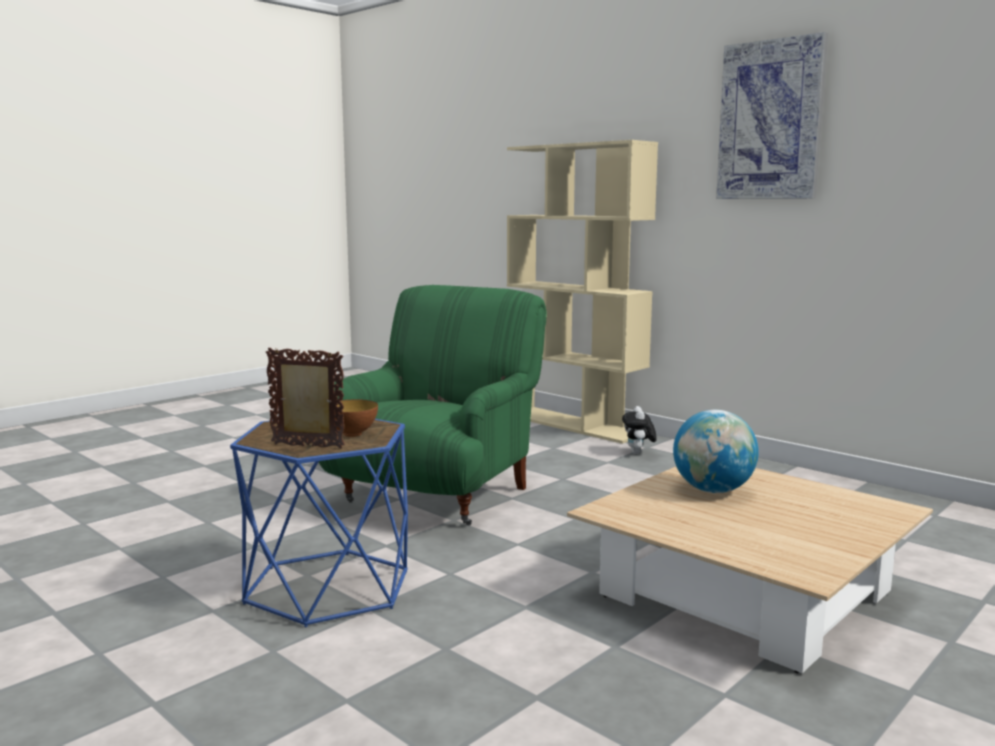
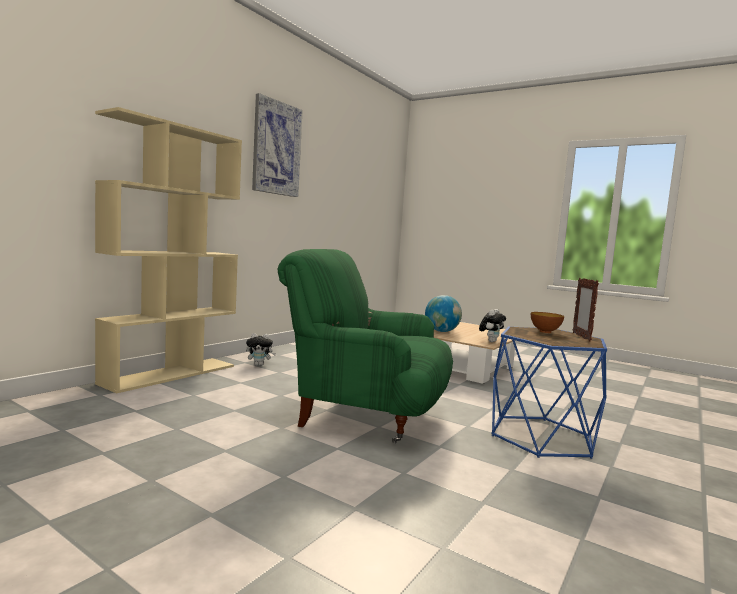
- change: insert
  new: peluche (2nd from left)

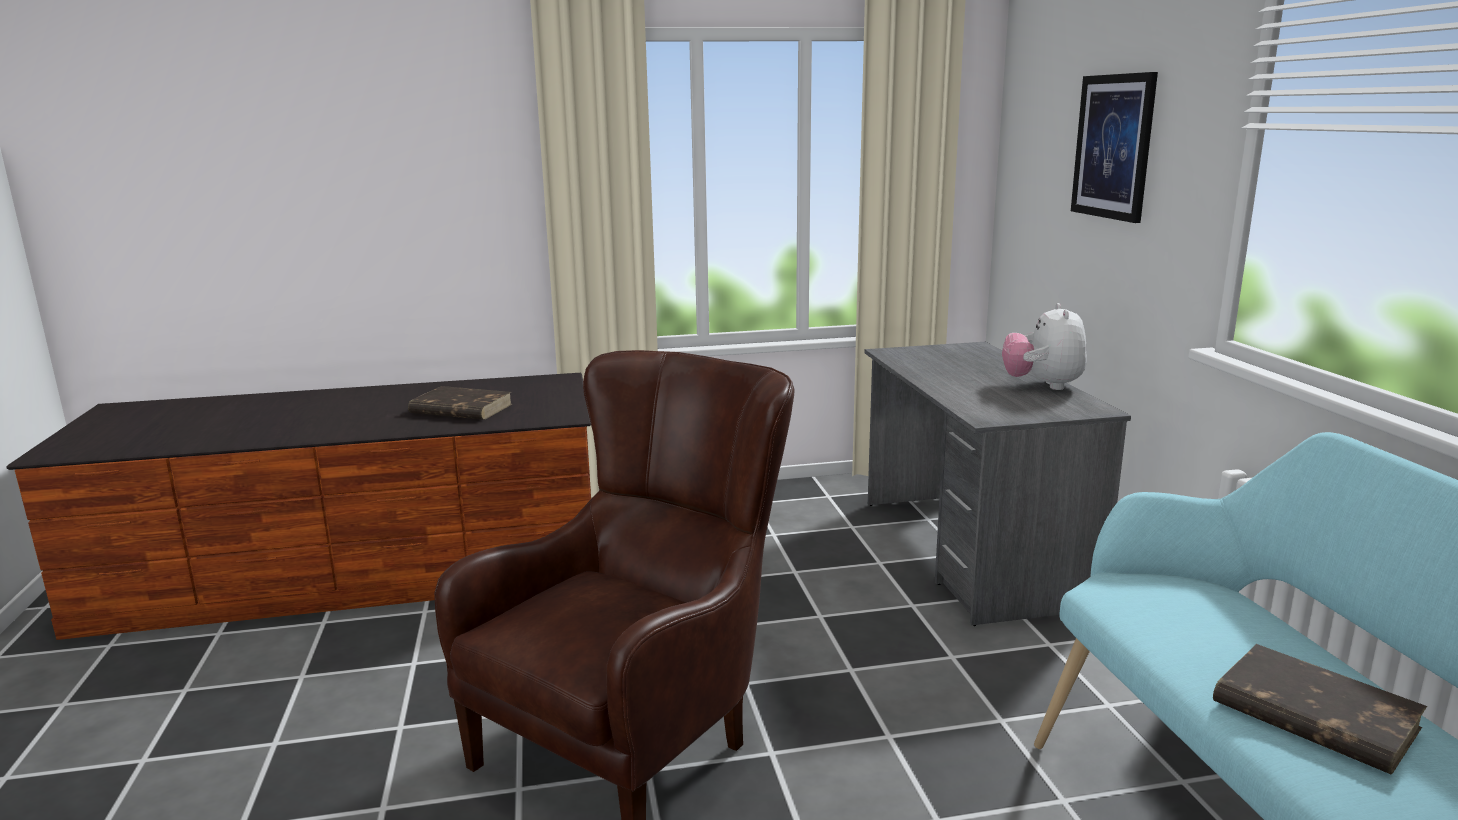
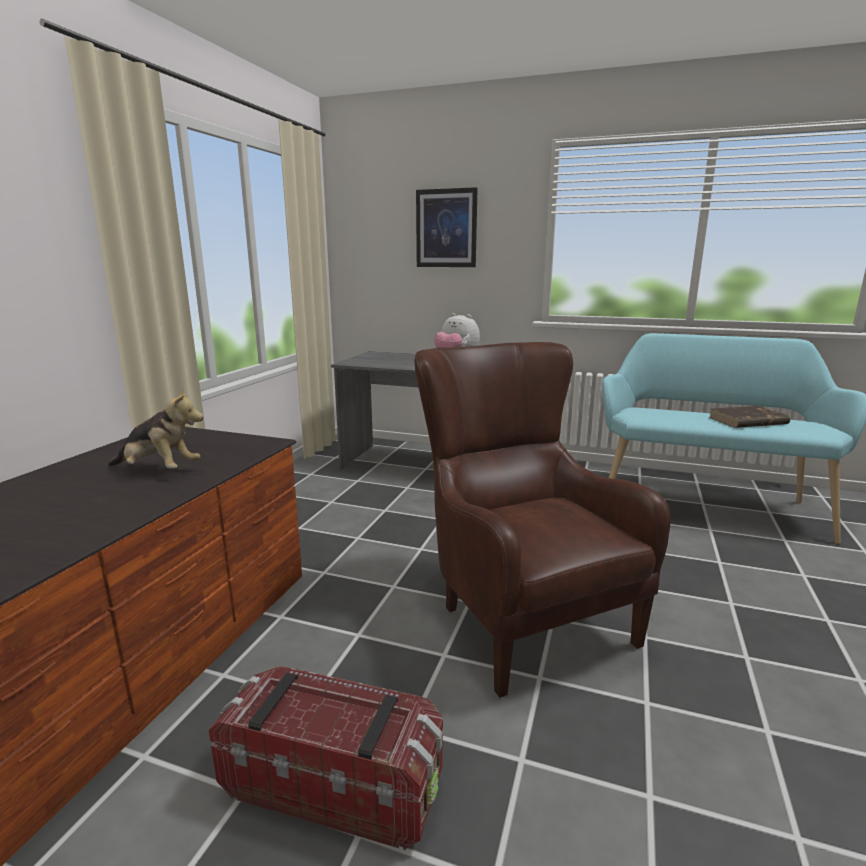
- change: replace
  old: livre/marron (1st from left)
  new: peluche (1st from left)
- change: insert
  new: boîte de rangement

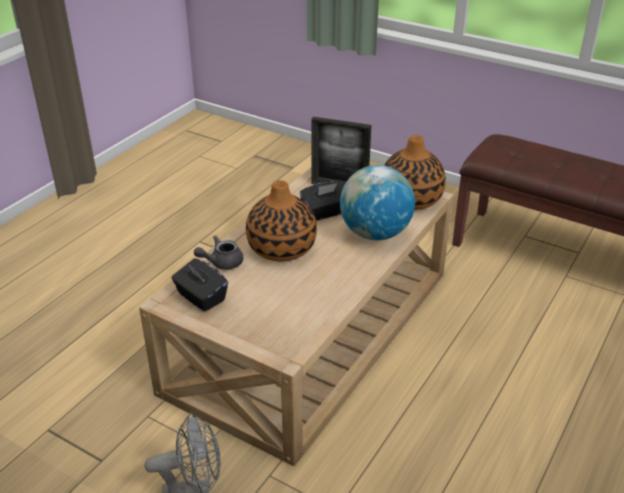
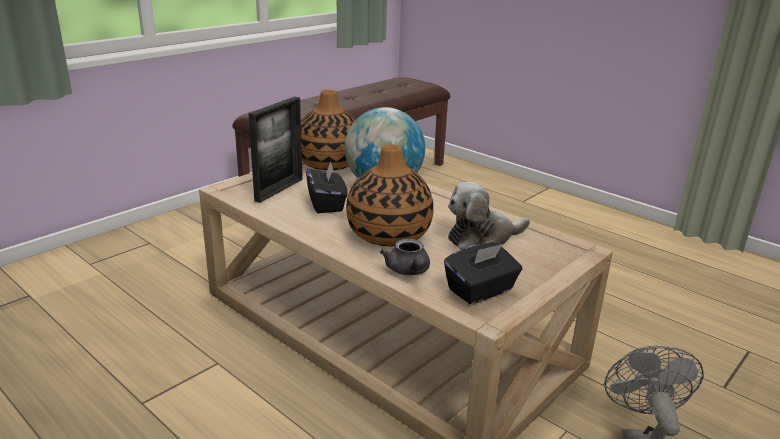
- change: insert
  new: peluche

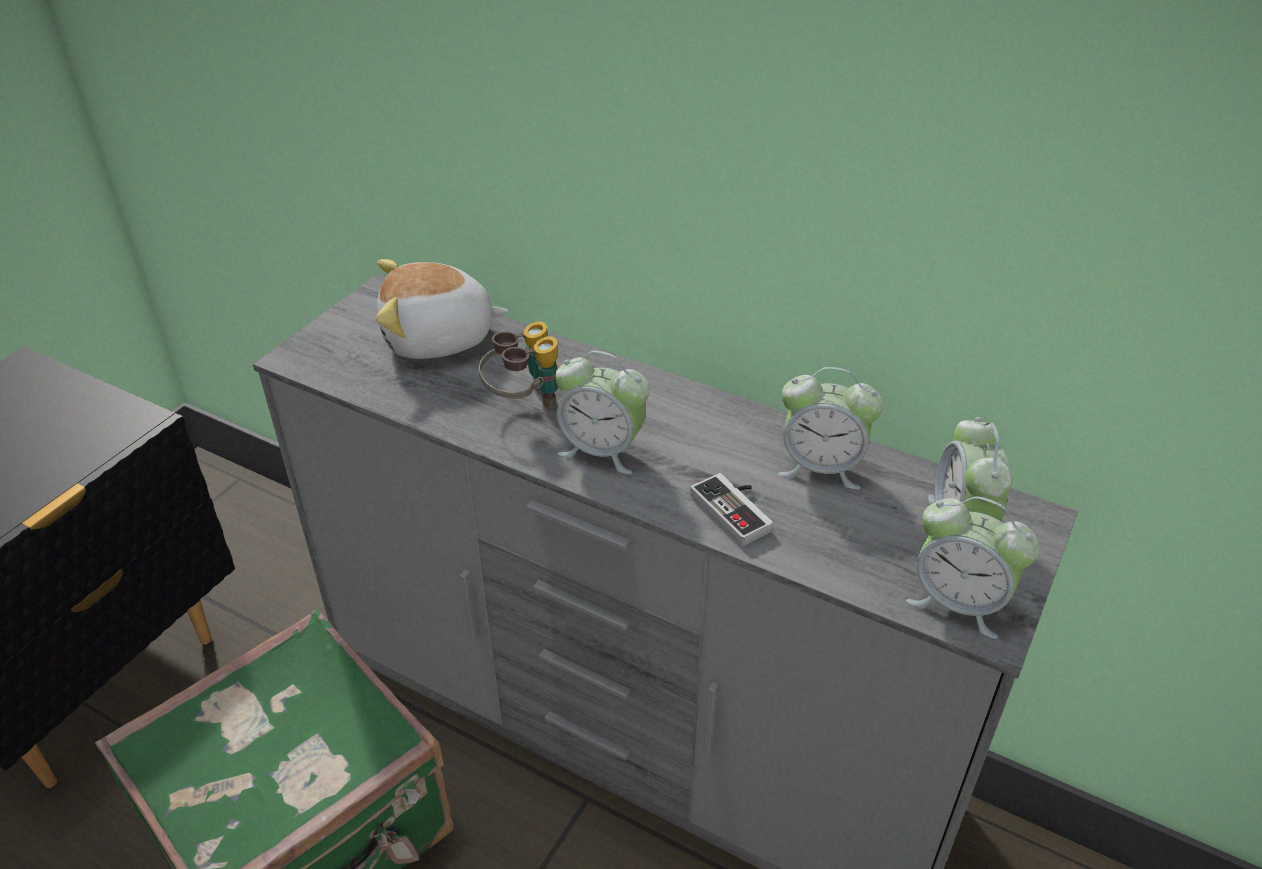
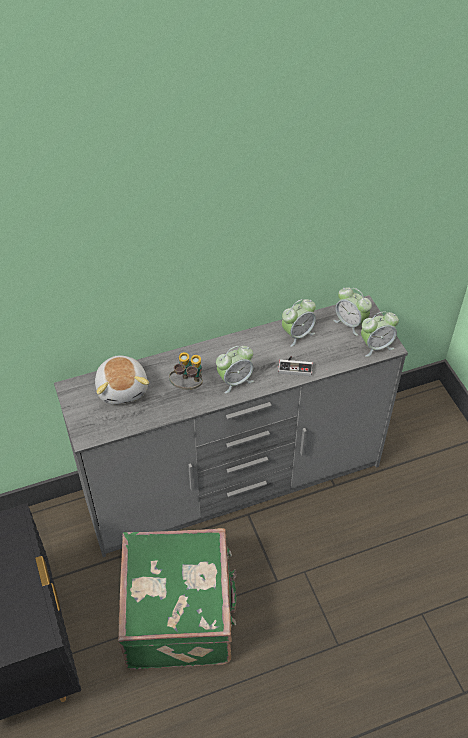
- change: rotate
  old: peluche
  degrees: -45

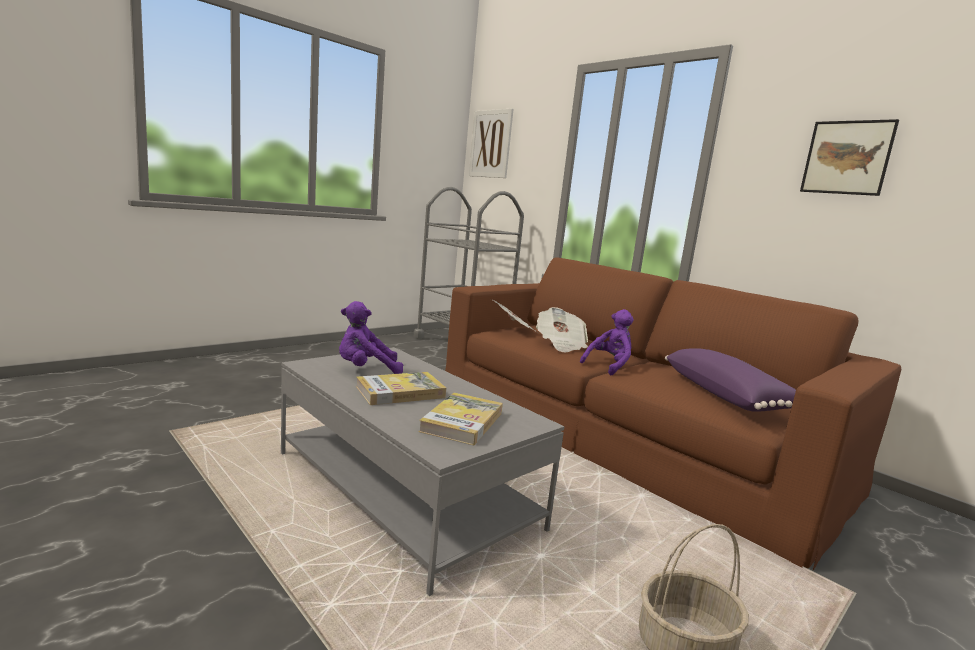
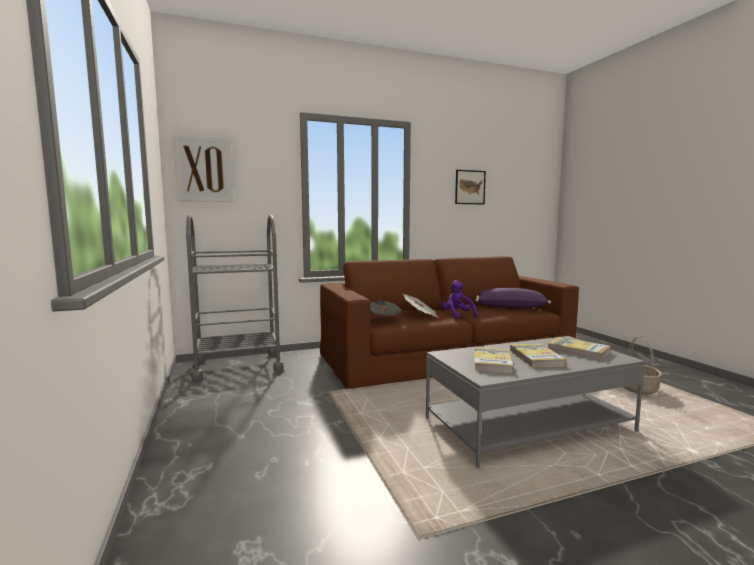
- change: replace
  old: peluche/violet (1st from left)
  new: livre (1st from left)

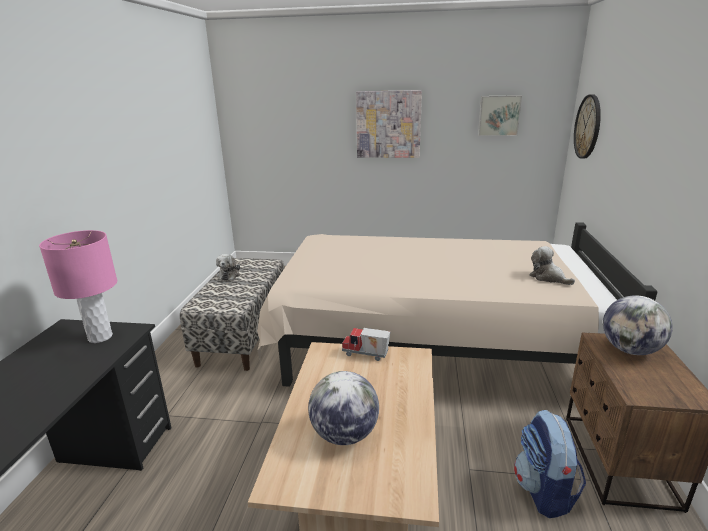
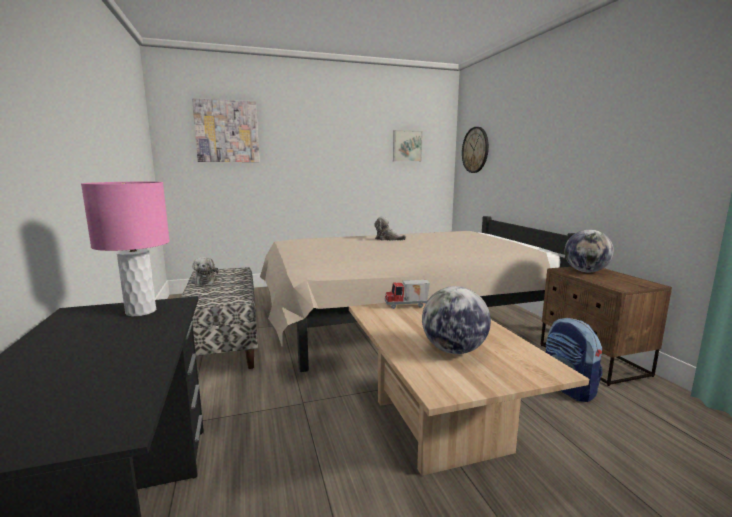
- change: move
  old: tableau (1st from left)
- change: move
  old: peluche (2nd from left)

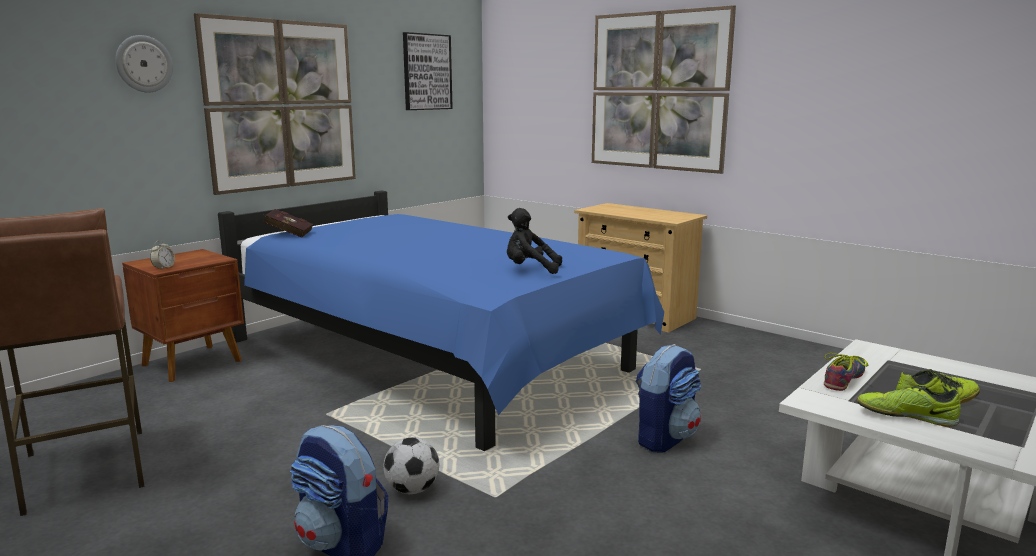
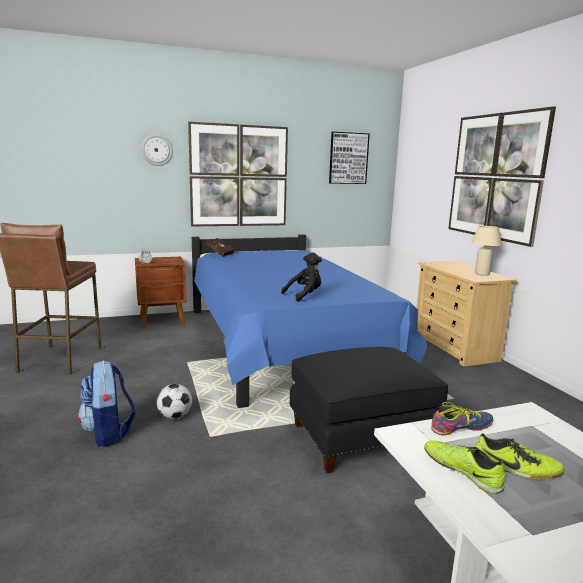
- change: rotate
  old: peluche/noir
  degrees: 105
- change: replace
  old: sac à dos (2nd from left)
  new: pouf/noir
- change: insert
  new: lampe de table/beige

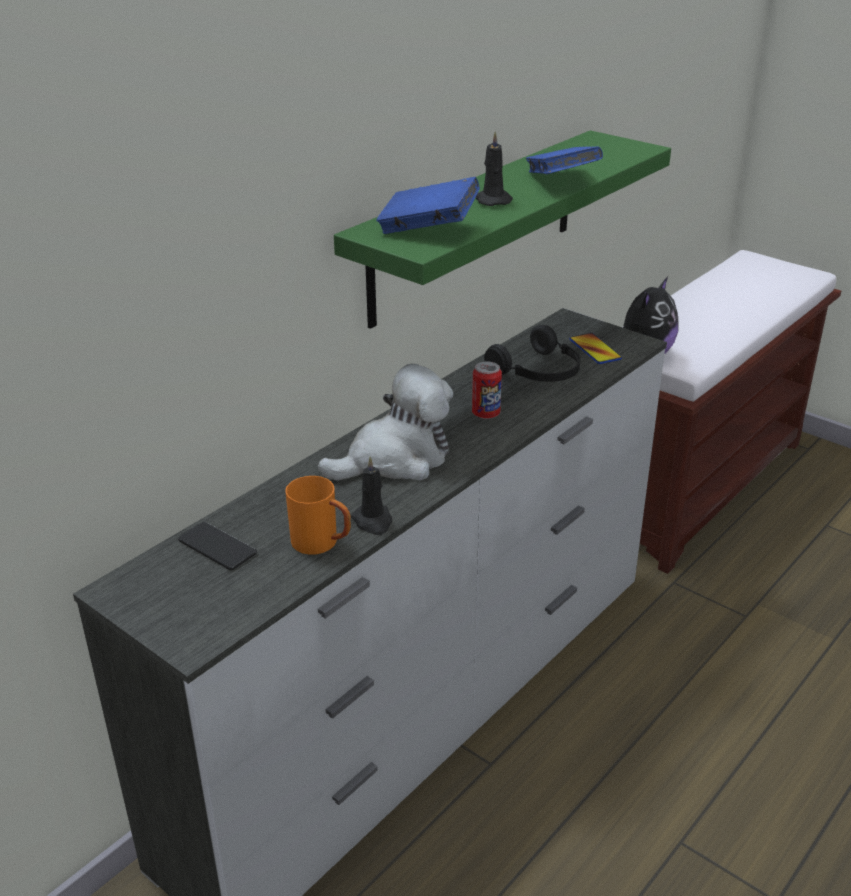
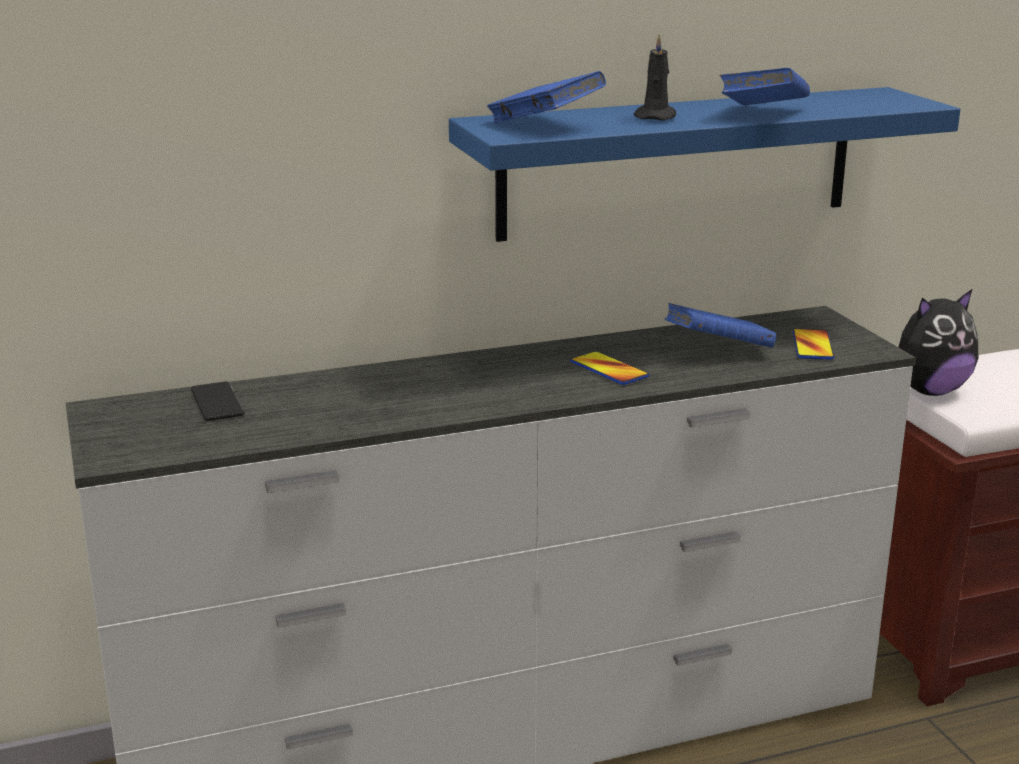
- change: delete
  old: mug/orange
- change: delete
  old: peluche (1st from left)
- change: recolor
  old: étagère/vert
  new: étagère/bleu
- change: delete
  old: bougie/noir (1st from left)
- change: replace
  old: boîte métallique
  new: téléphone (2nd from left)
- change: replace
  old: casque audio/noir
  new: livre/bleu (2nd from left)

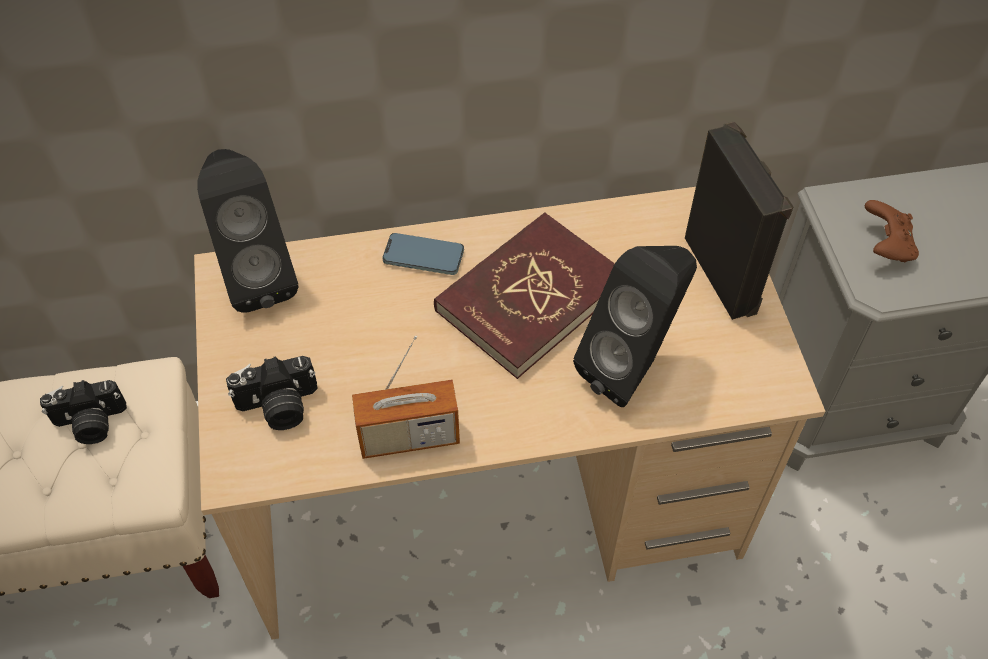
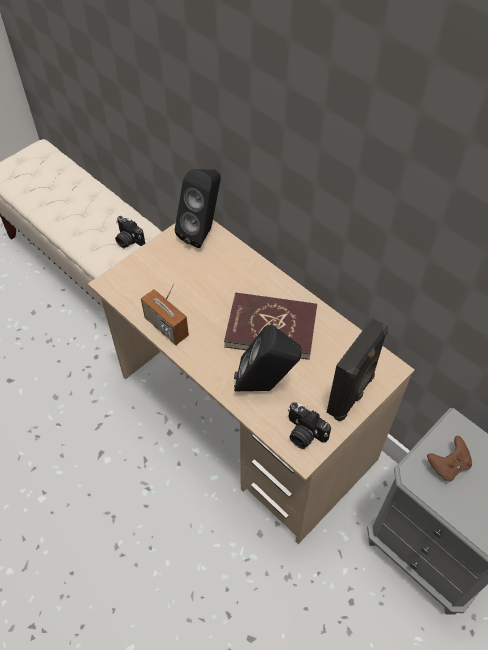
- change: move
  old: appareil photo (2nd from left)
- change: delete
  old: téléphone

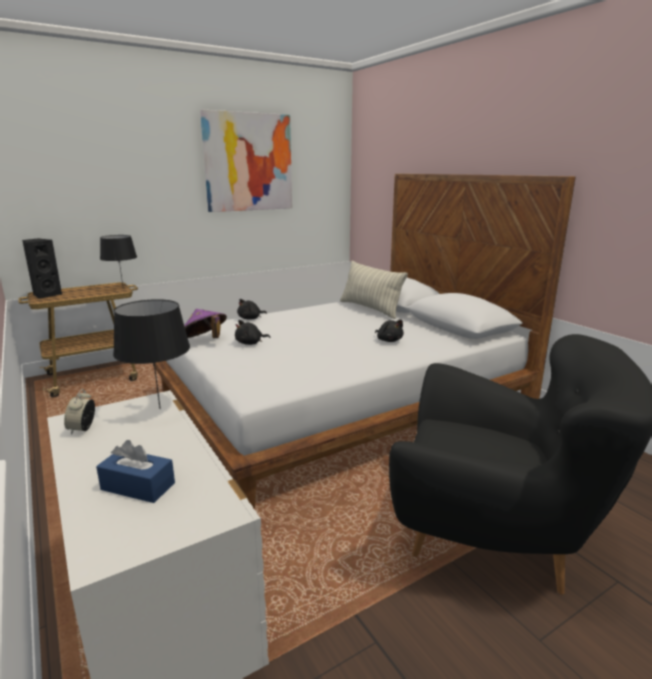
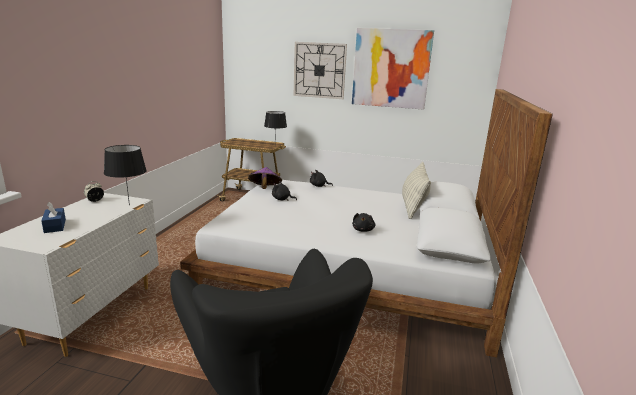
- change: delete
  old: enceinte/noir
- change: insert
  new: horloge murale

